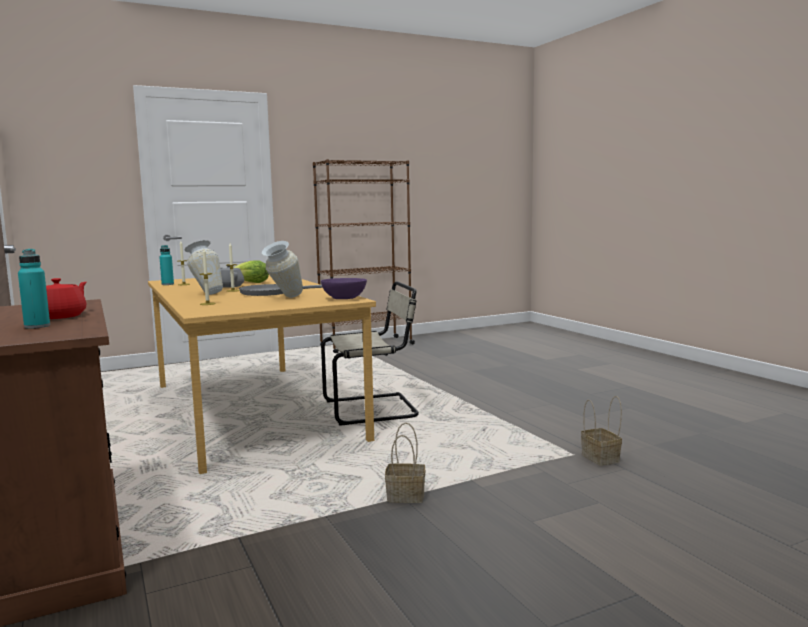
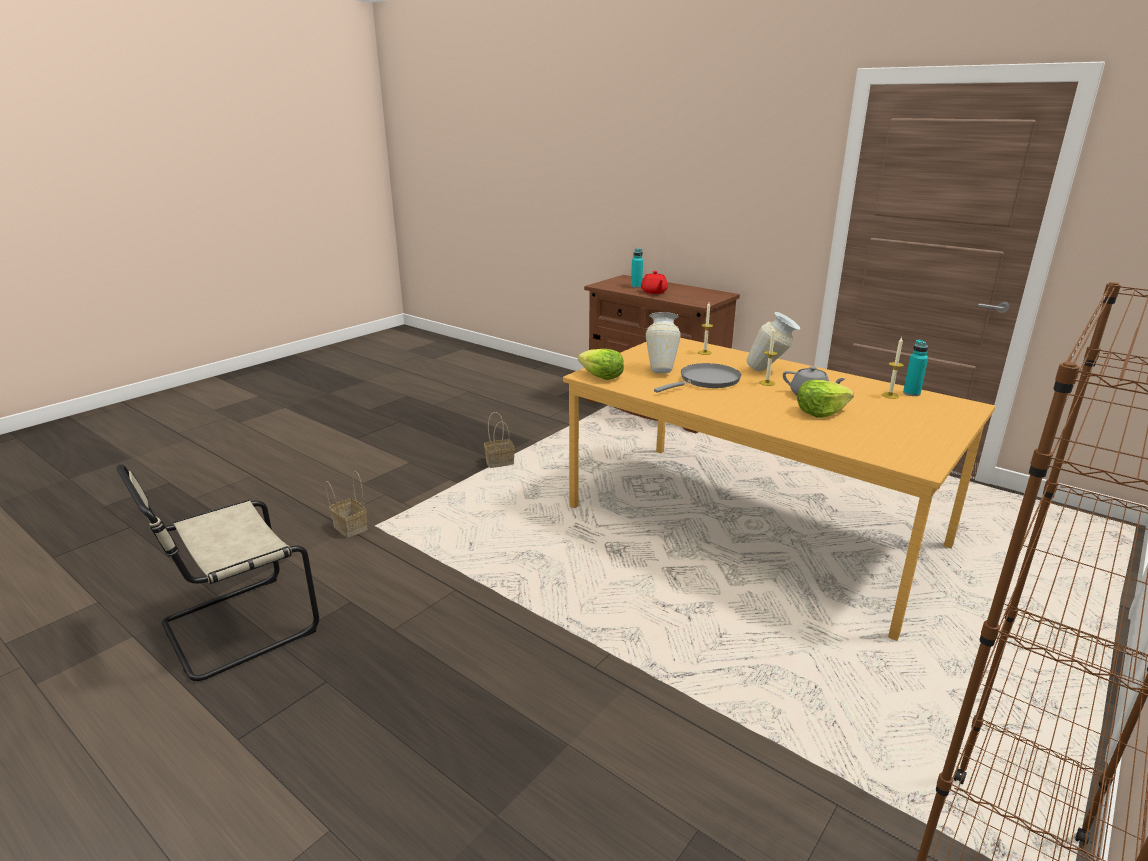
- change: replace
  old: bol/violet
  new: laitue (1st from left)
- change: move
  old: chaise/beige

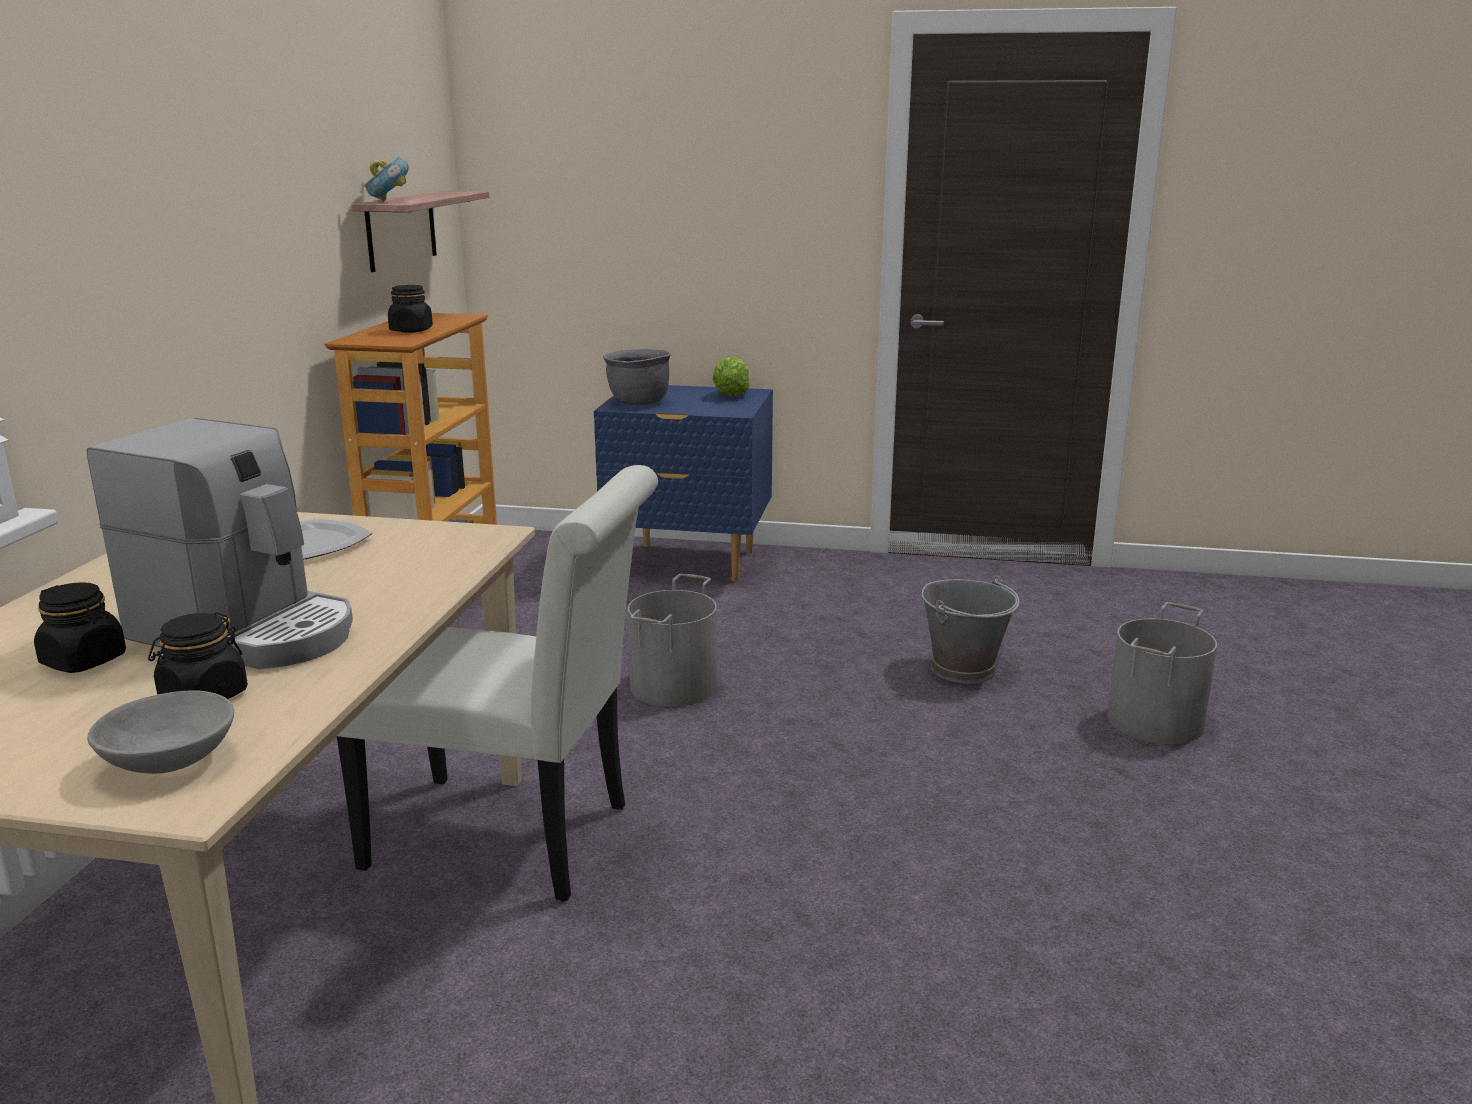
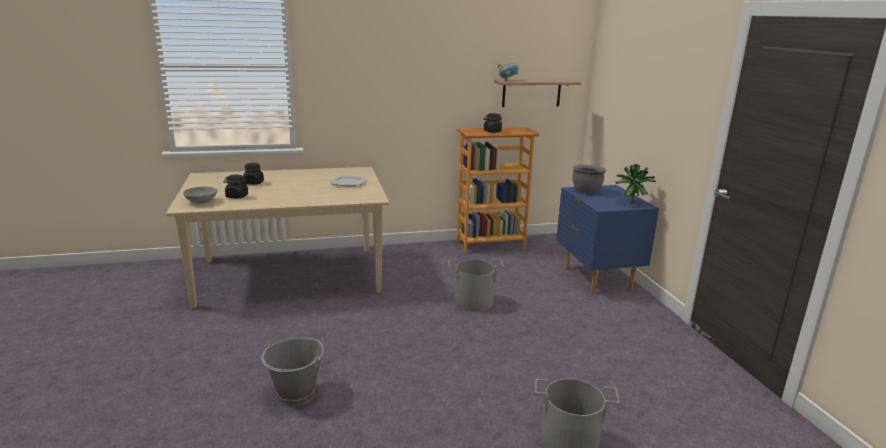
- change: delete
  old: machine à café
- change: delete
  old: chaise/blanc
- change: replace
  old: laitue
  new: plante en pot
- change: move
  old: seau/gris (2nd from left in the first image)
  new: seau/gris (1st from left)

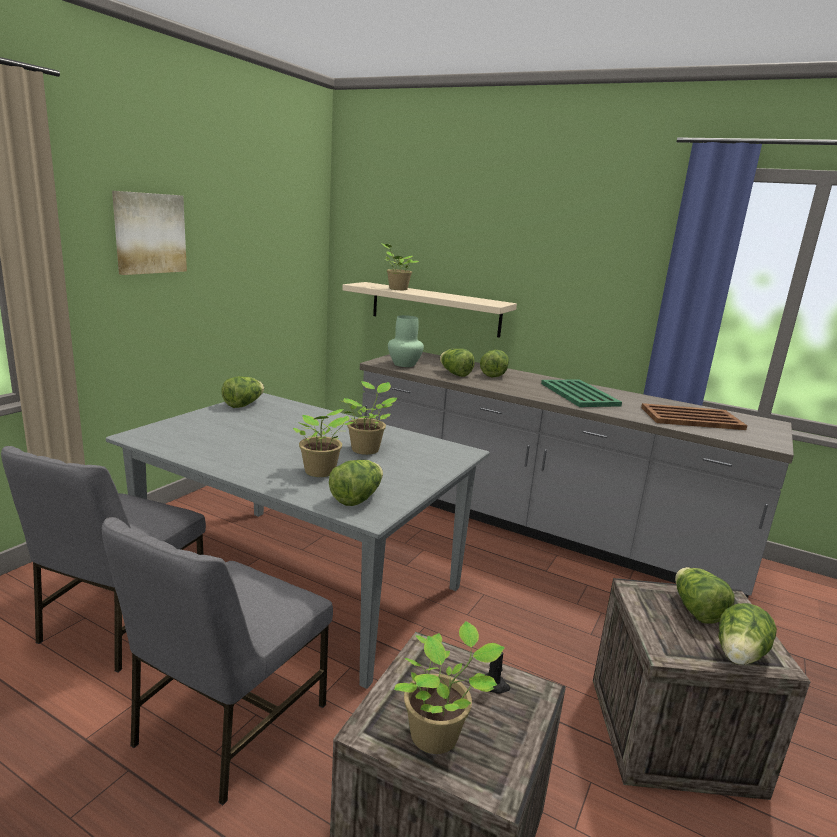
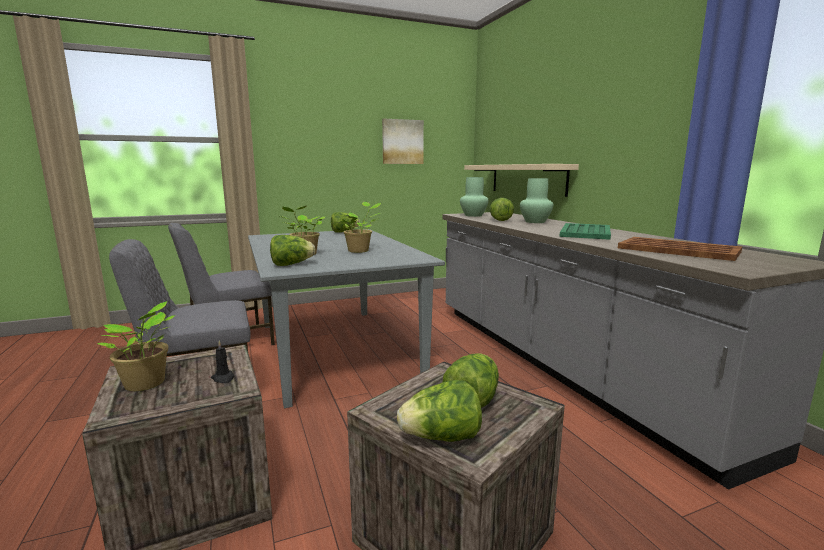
- change: move
  old: tableau
- change: delete
  old: plante en pot (3rd from left)
- change: replace
  old: laitue (4th from left)
  new: vase/vert (2nd from left)

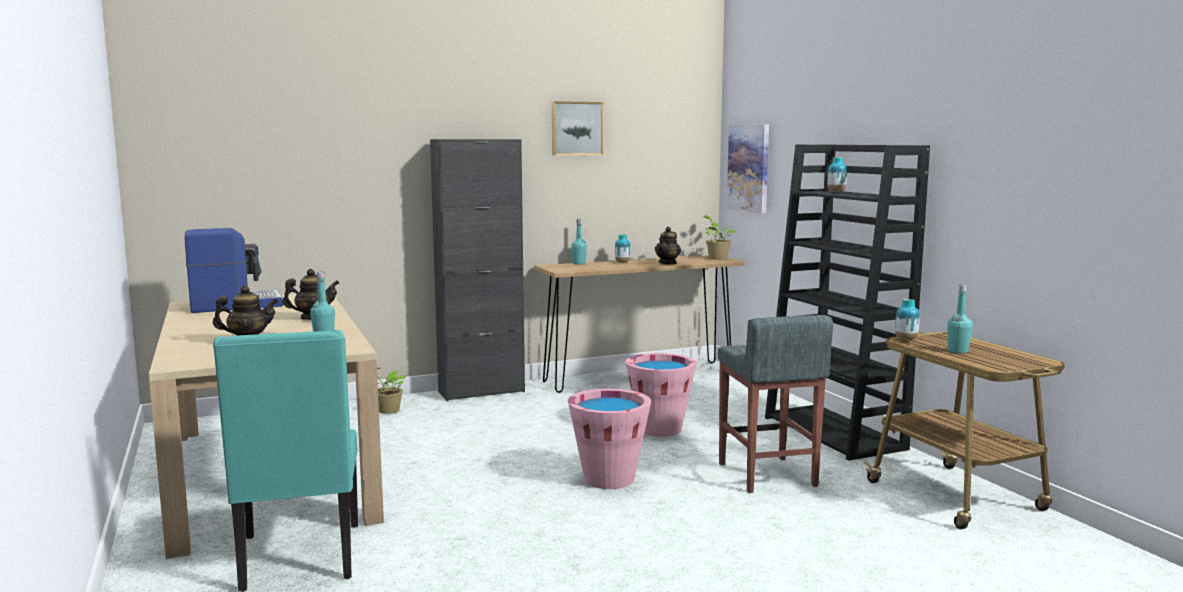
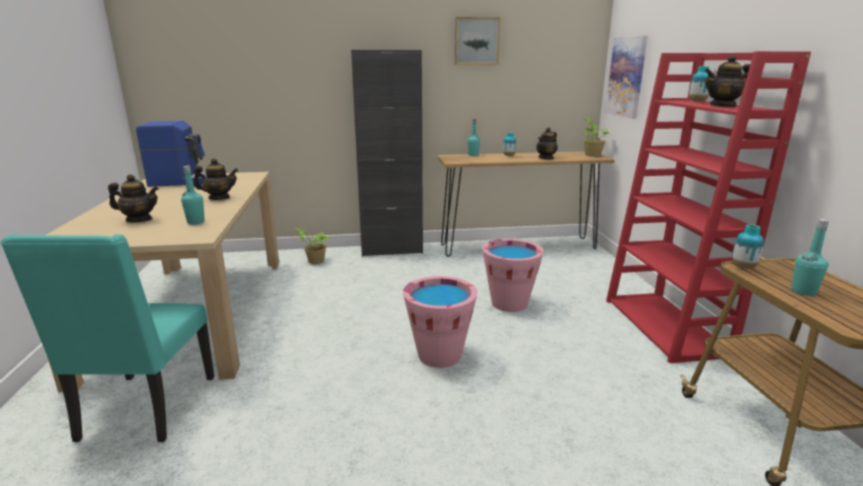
- change: delete
  old: tabouret/gris
- change: recolor
  old: bibliothèque/noir
  new: bibliothèque/rouge
- change: insert
  new: théière (4th from left)

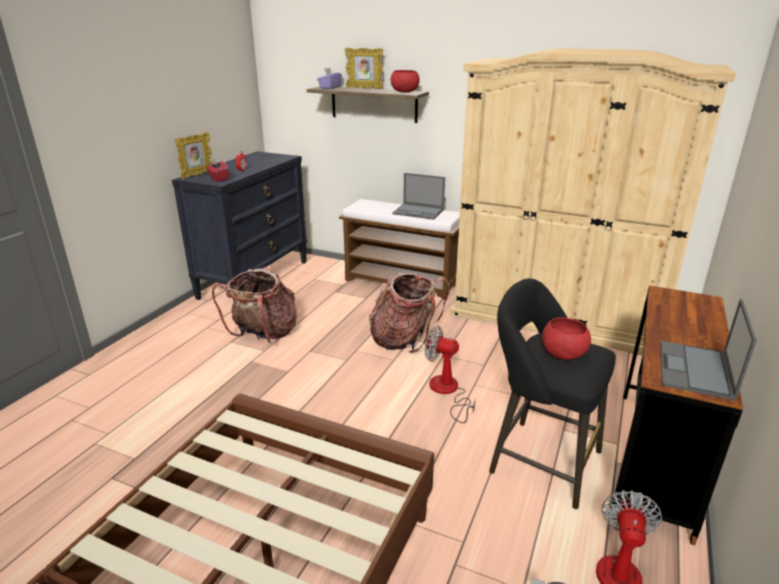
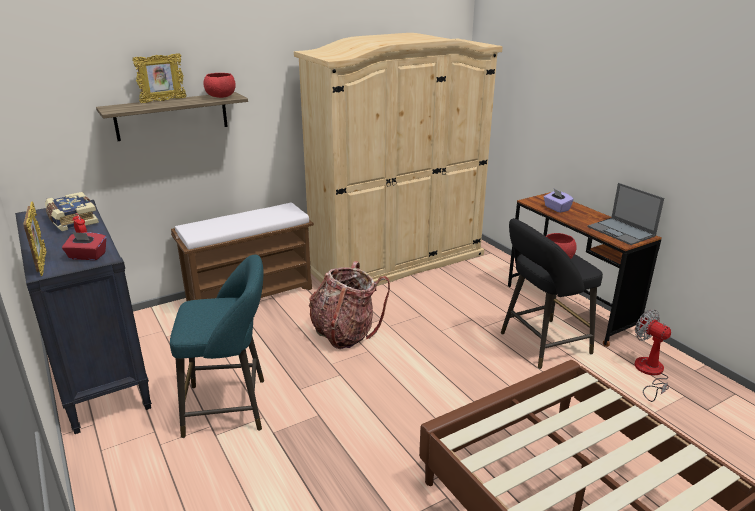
- change: replace
  old: sac à dos (1st from left)
  new: tabouret/turquoise
- change: move
  old: boîte à mouchoirs/violet
- change: delete
  old: ordinateur portable (1st from left)
- change: delete
  old: ventilateur (1st from left)
- change: insert
  new: livre

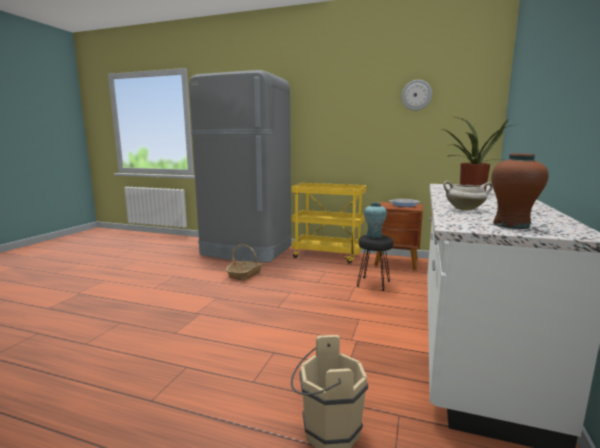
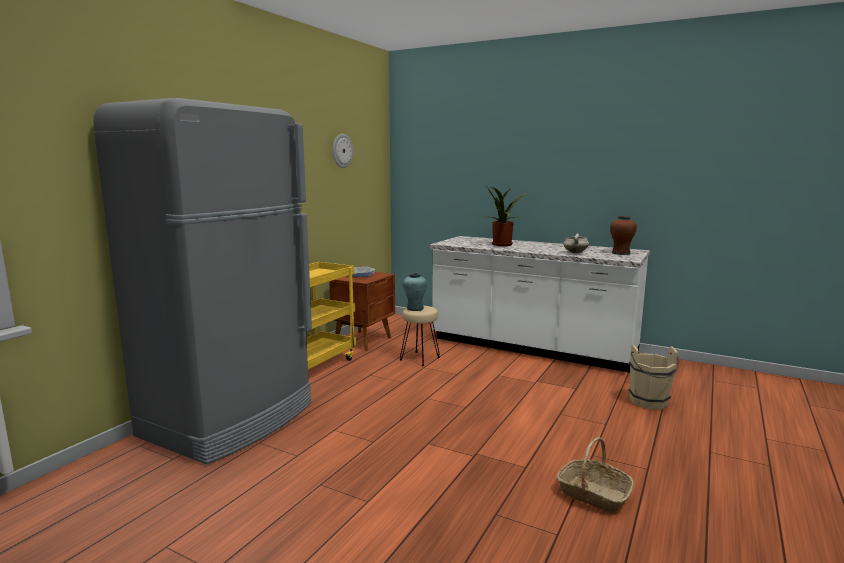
- change: move
  old: panier
- change: recolor
  old: tabouret/noir
  new: tabouret/beige

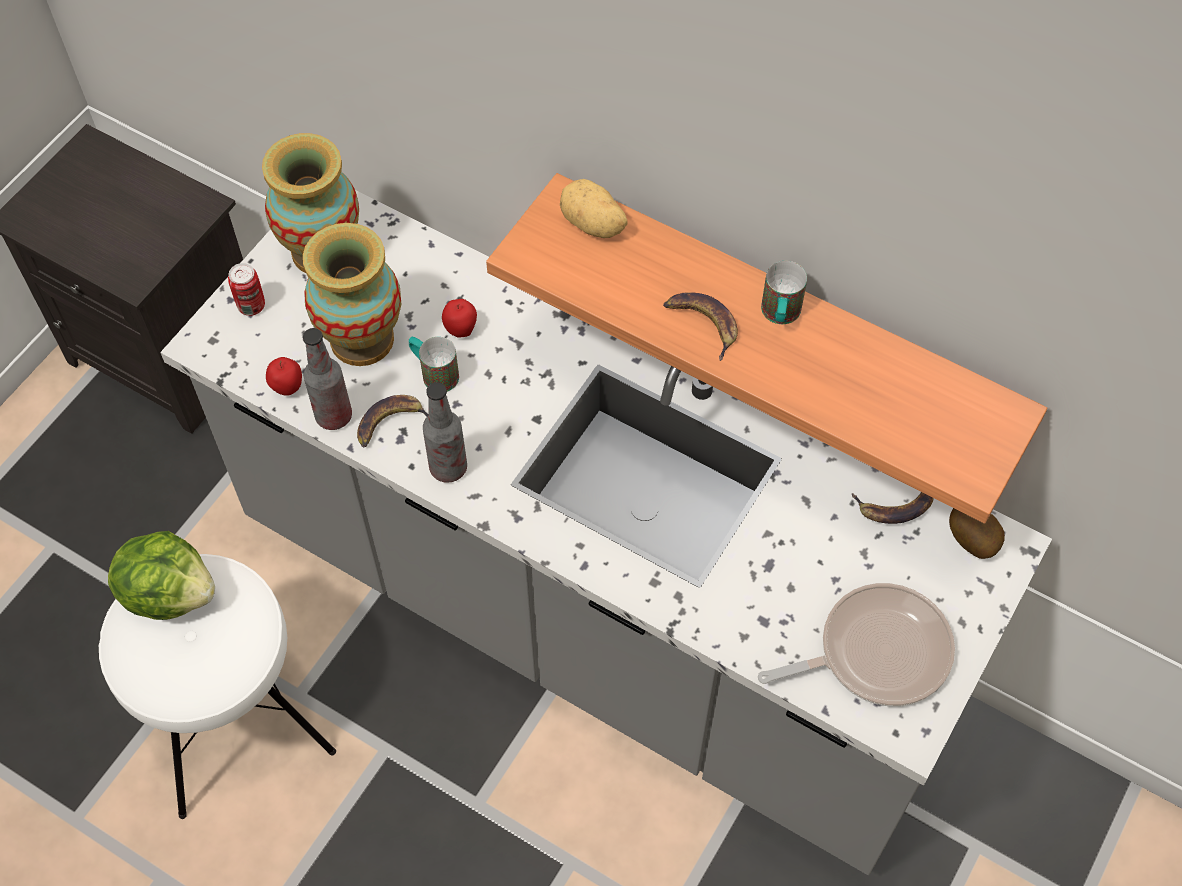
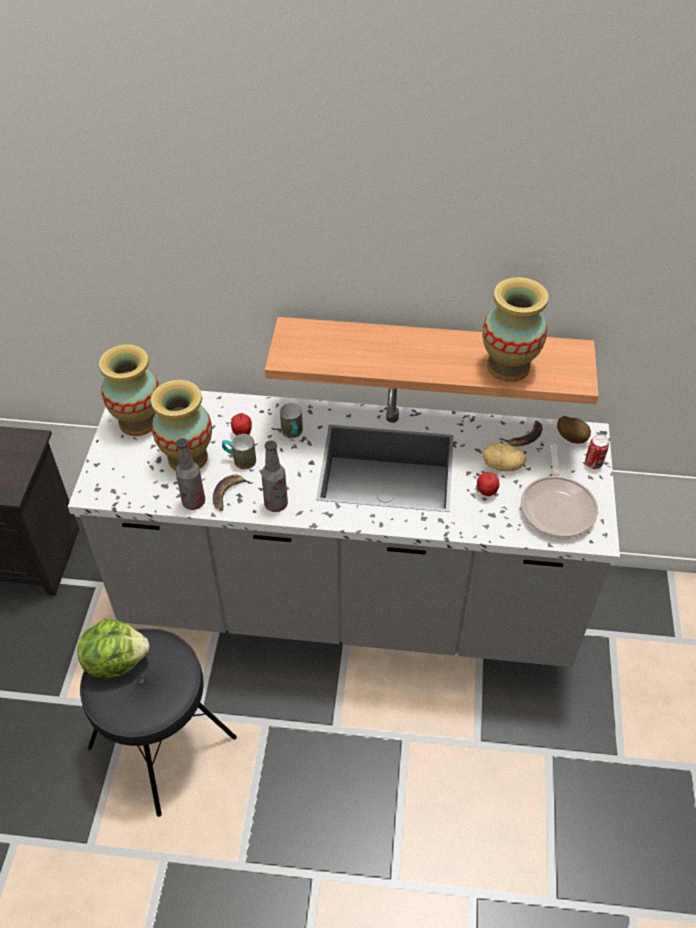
- change: recolor
  old: tabouret/blanc
  new: tabouret/noir
- change: move
  old: boîte métallique
- change: move
  old: pomme (1st from left in the first image)
  new: pomme (2nd from left)
- change: move
  old: pomme de terre (1st from left)
- change: delete
  old: banane (2nd from left)
- change: rotate
  old: poêle
  degrees: 135
- change: move
  old: mug (2nd from left)
- change: insert
  new: vase (3rd from left)

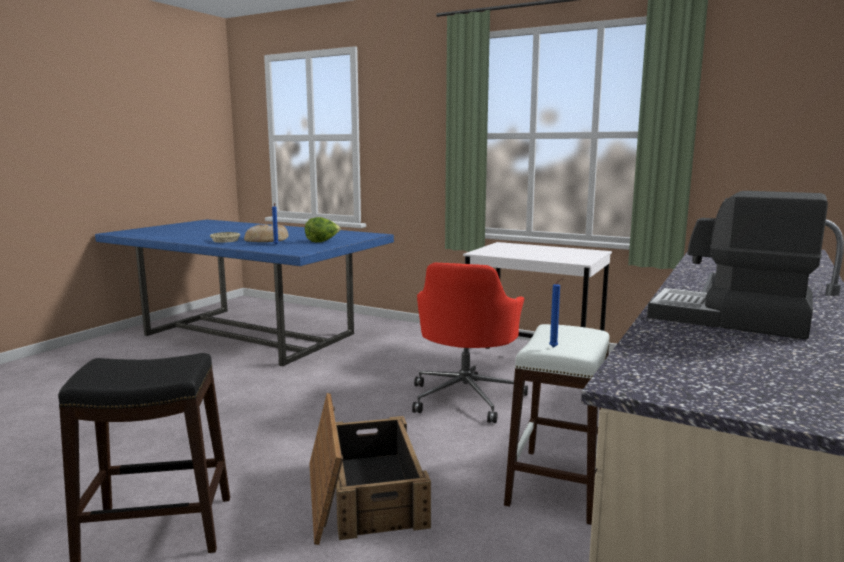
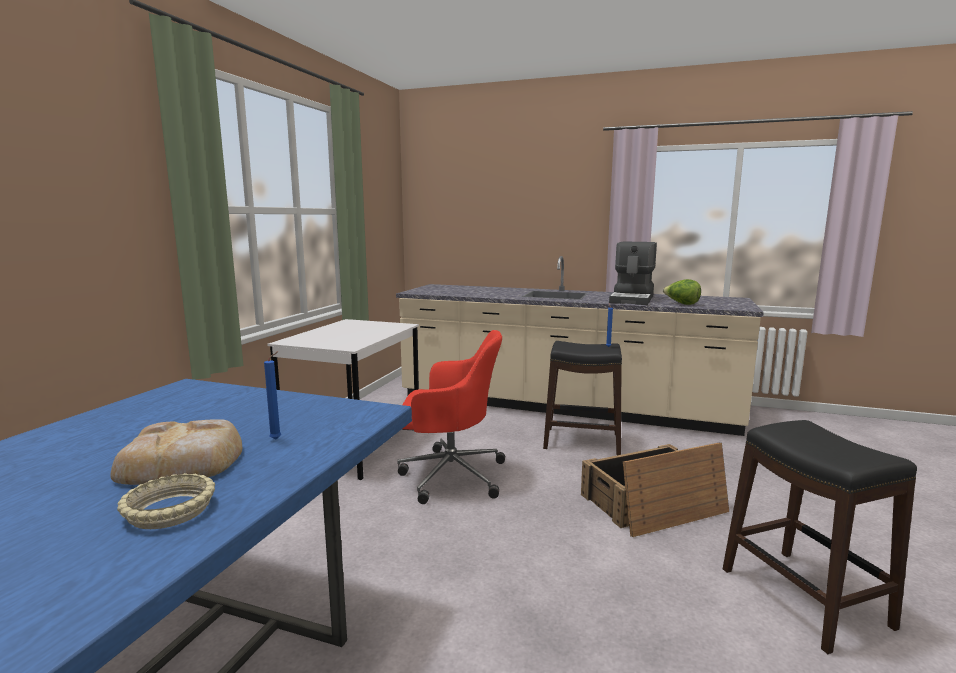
- change: move
  old: laitue
- change: recolor
  old: tabouret/blanc
  new: tabouret/noir (1st from left)

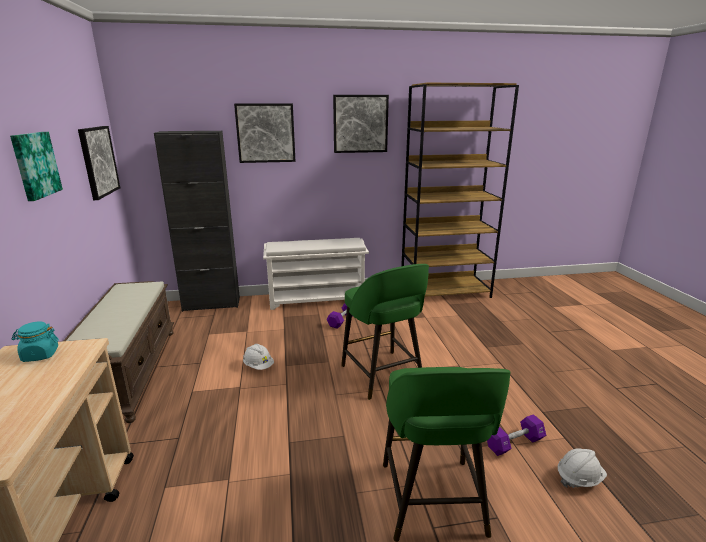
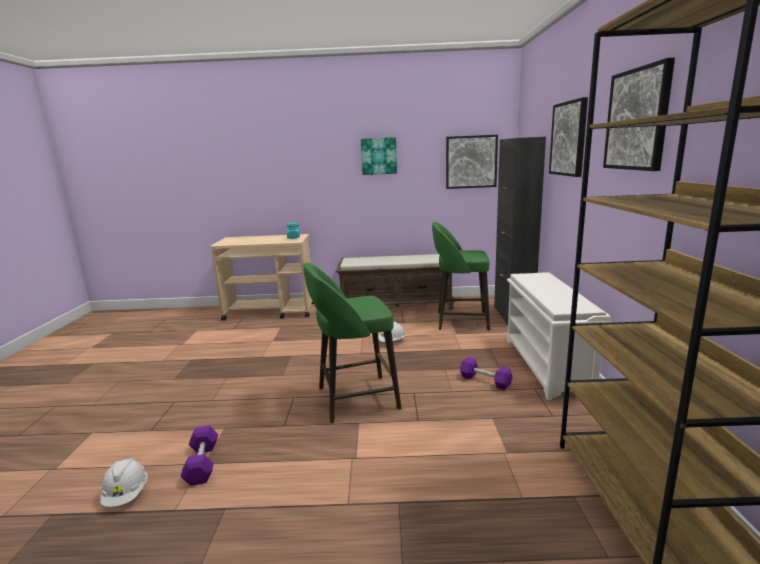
- change: move
  old: tabouret/vert (2nd from left)

